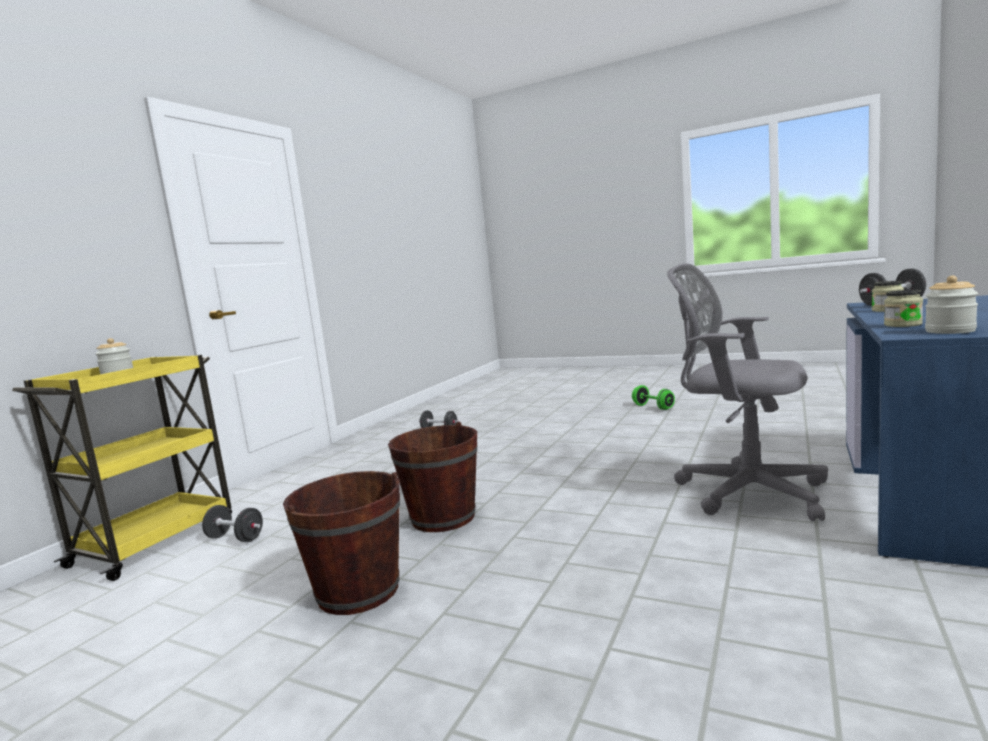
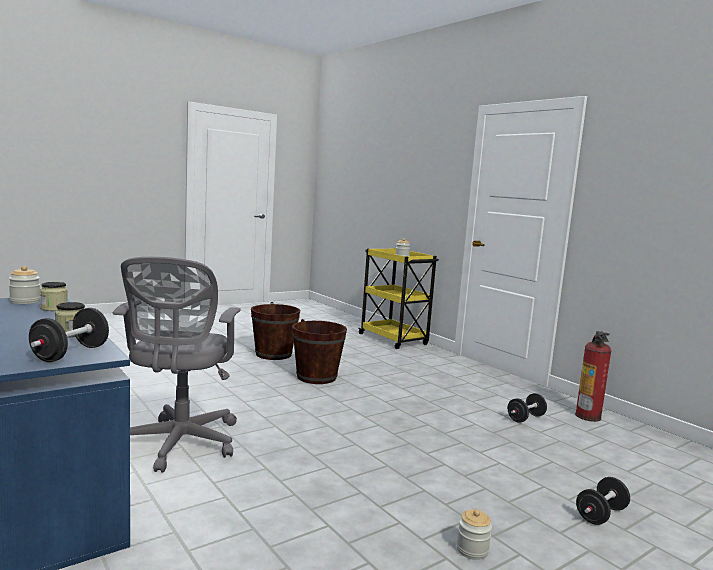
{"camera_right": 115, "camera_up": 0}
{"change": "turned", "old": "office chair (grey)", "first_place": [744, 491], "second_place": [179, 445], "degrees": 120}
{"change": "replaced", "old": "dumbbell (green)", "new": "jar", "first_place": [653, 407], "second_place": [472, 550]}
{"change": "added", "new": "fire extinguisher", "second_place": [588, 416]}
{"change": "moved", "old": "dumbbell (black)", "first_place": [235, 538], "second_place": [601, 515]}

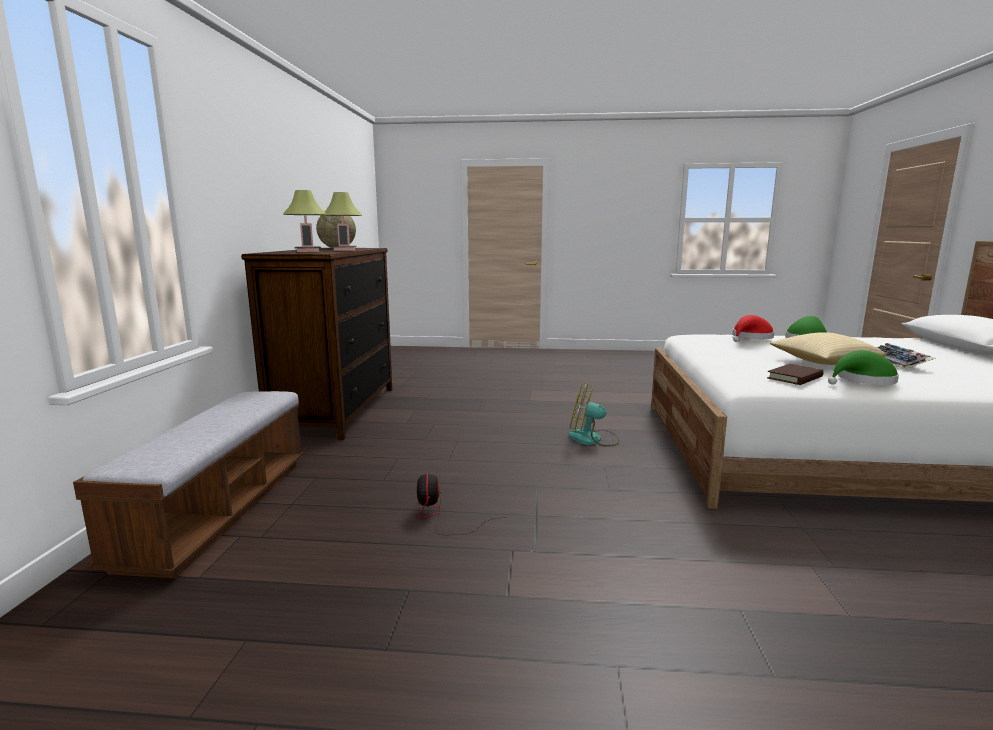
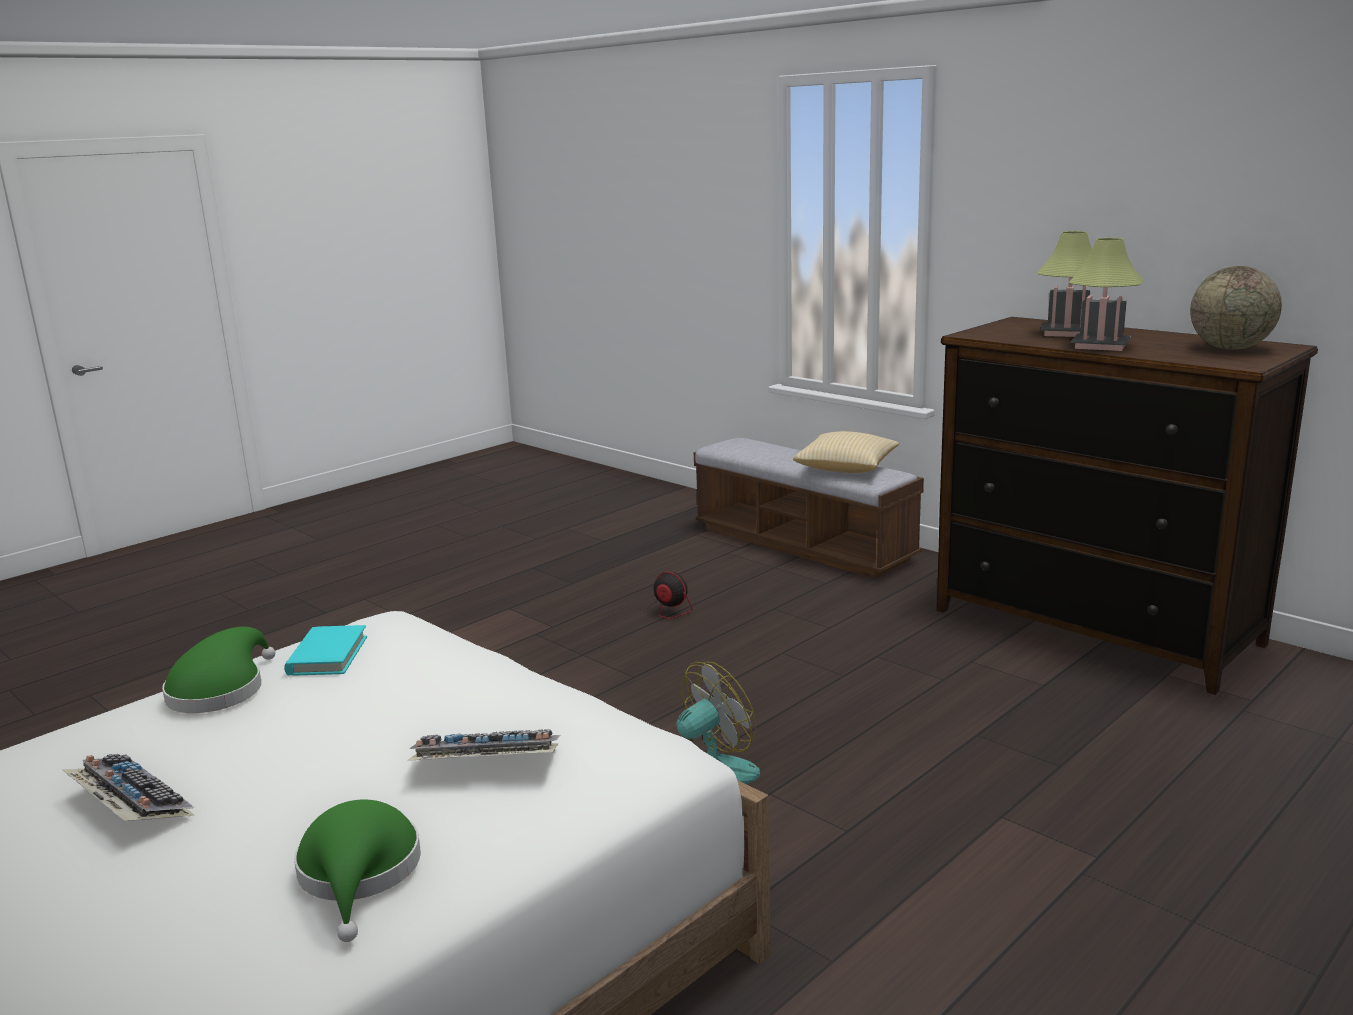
{"camera_right": 130, "camera_up": 5}
{"change": "recoloured", "old": "book (brown)", "new": "book (turquoise)", "first_place": [795, 377], "second_place": [327, 655]}
{"change": "replaced", "old": "hat (red)", "new": "keyboard", "first_place": [751, 338], "second_place": [484, 763]}
{"change": "moved", "old": "pillow", "first_place": [823, 363], "second_place": [846, 467]}

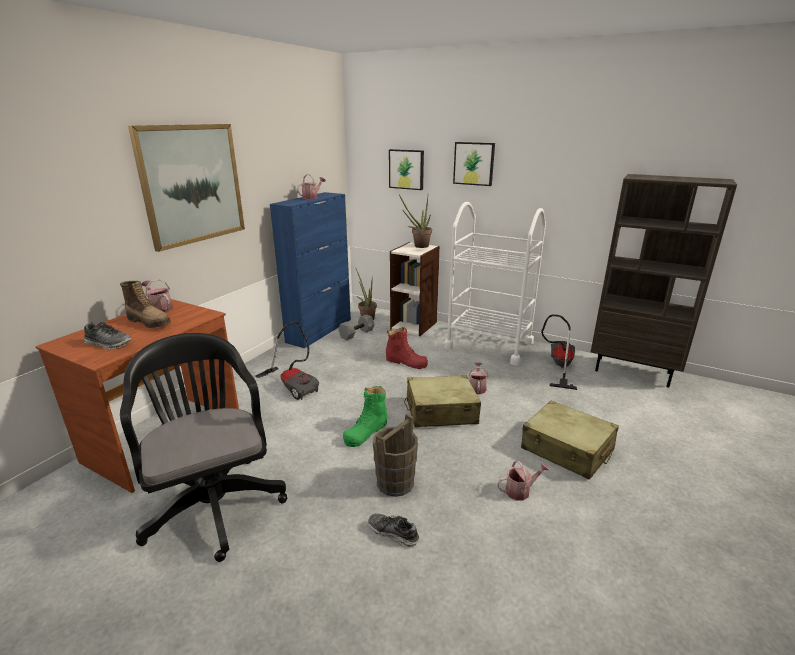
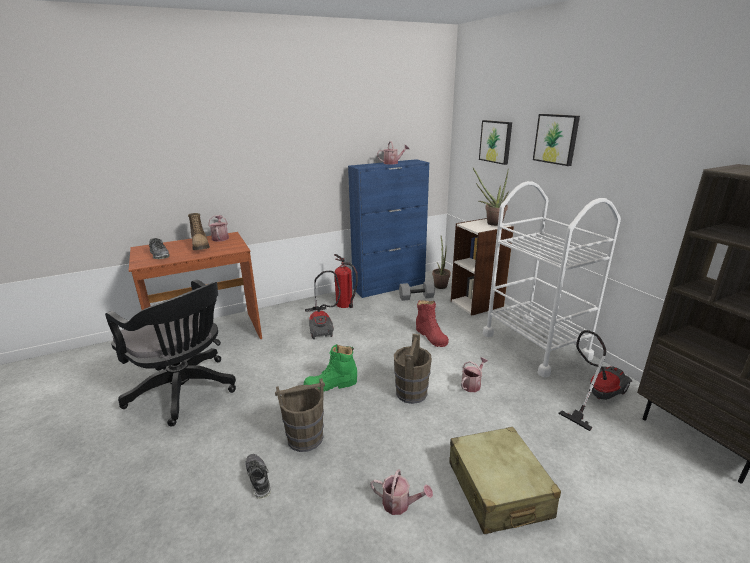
{"camera_right": 35, "camera_up": 0}
{"change": "turned", "old": "office chair (black)", "first_place": [213, 501], "second_place": [186, 392], "degrees": 120}
{"change": "added", "new": "fire extinguisher", "second_place": [346, 304]}
{"change": "replaced", "old": "suitcase (beige)", "new": "bucket (brown)", "first_place": [440, 411], "second_place": [411, 393]}
{"change": "removed", "old": "picture", "first_place": [192, 184]}

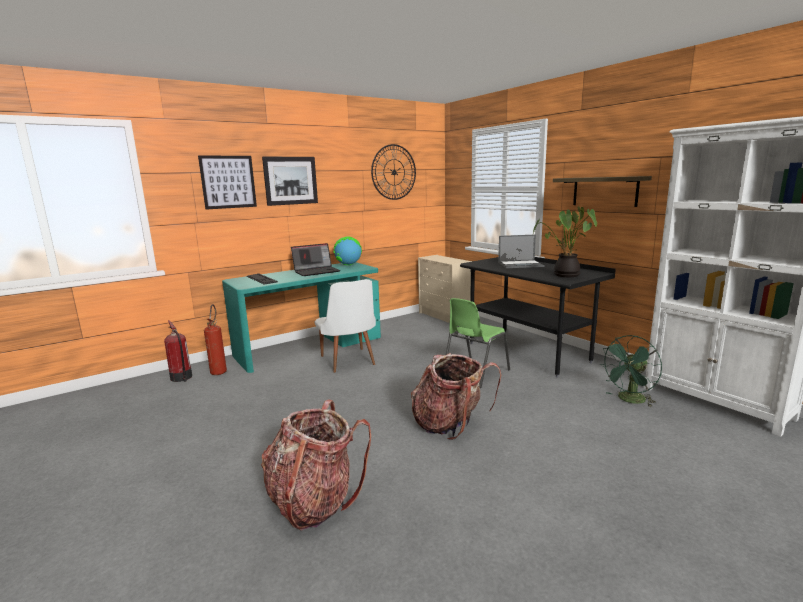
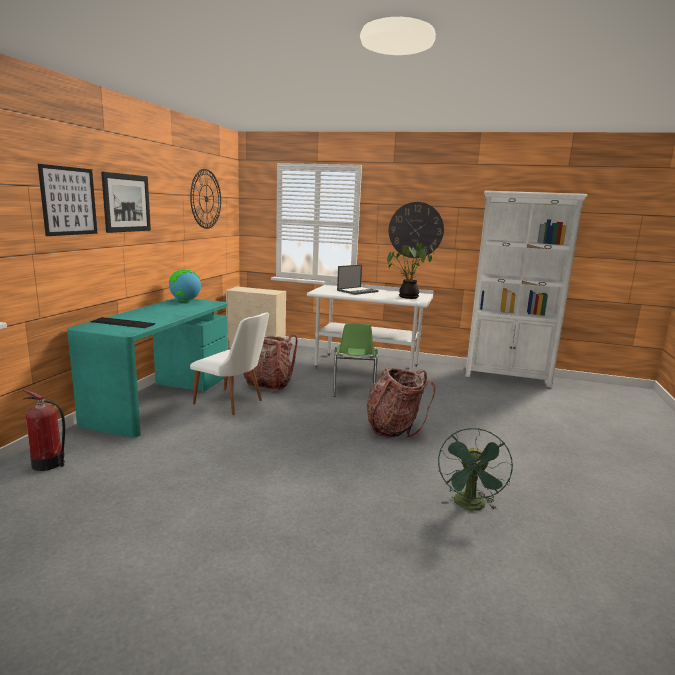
{"camera_right": -40, "camera_up": 0}
{"change": "moved", "old": "backpack", "first_place": [314, 501], "second_place": [268, 384]}
{"change": "recoloured", "old": "desk (black)", "new": "desk (white)", "first_place": [527, 352], "second_place": [367, 366]}
{"change": "replaced", "old": "shelf", "new": "wall clock", "first_place": [604, 191], "second_place": [416, 230]}
{"change": "moved", "old": "fan (green)", "first_place": [629, 400], "second_place": [470, 506]}
{"change": "removed", "old": "fire extinguisher", "first_place": [219, 370]}
{"change": "removed", "old": "laptop", "first_place": [317, 271]}

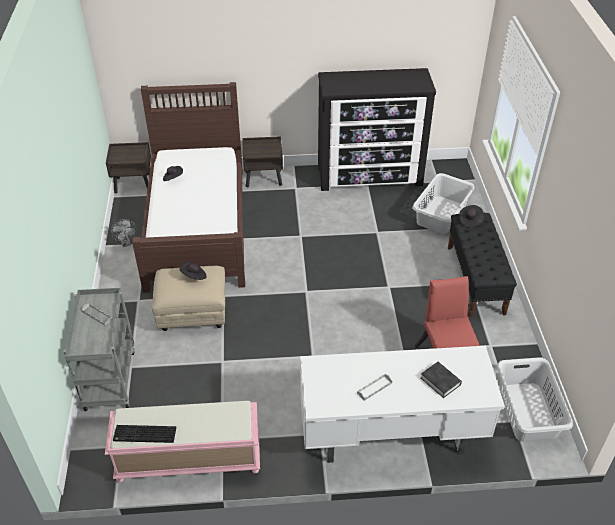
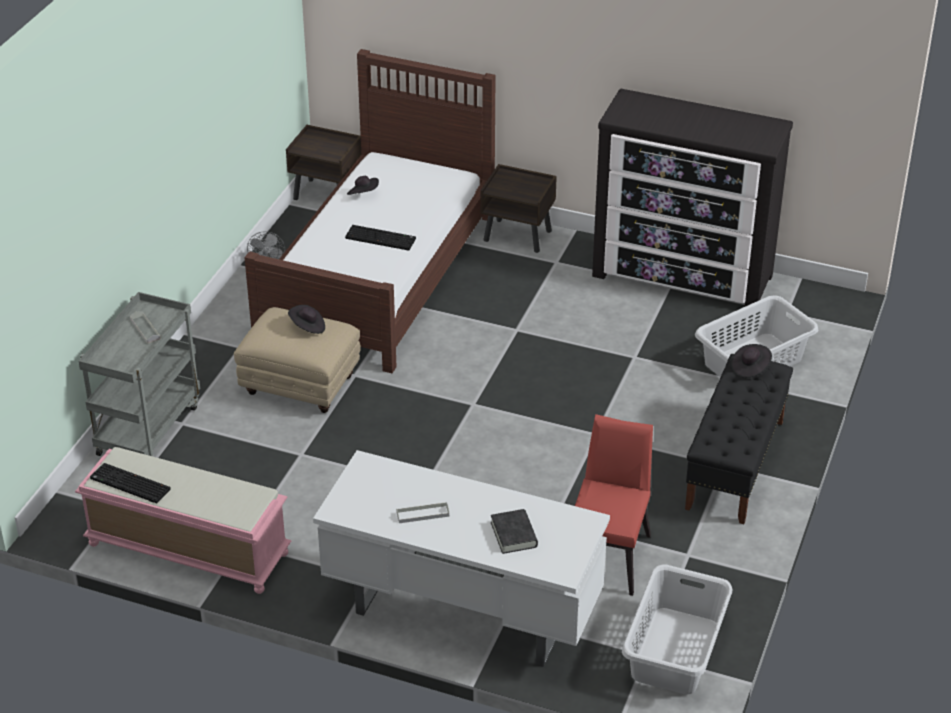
{"camera_right": 25, "camera_up": -5}
{"change": "added", "new": "keyboard", "second_place": [381, 238]}

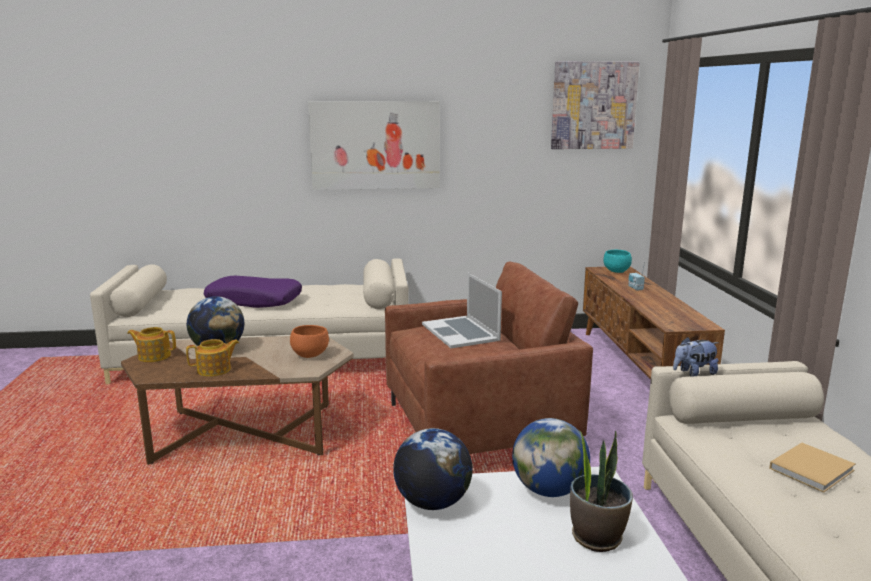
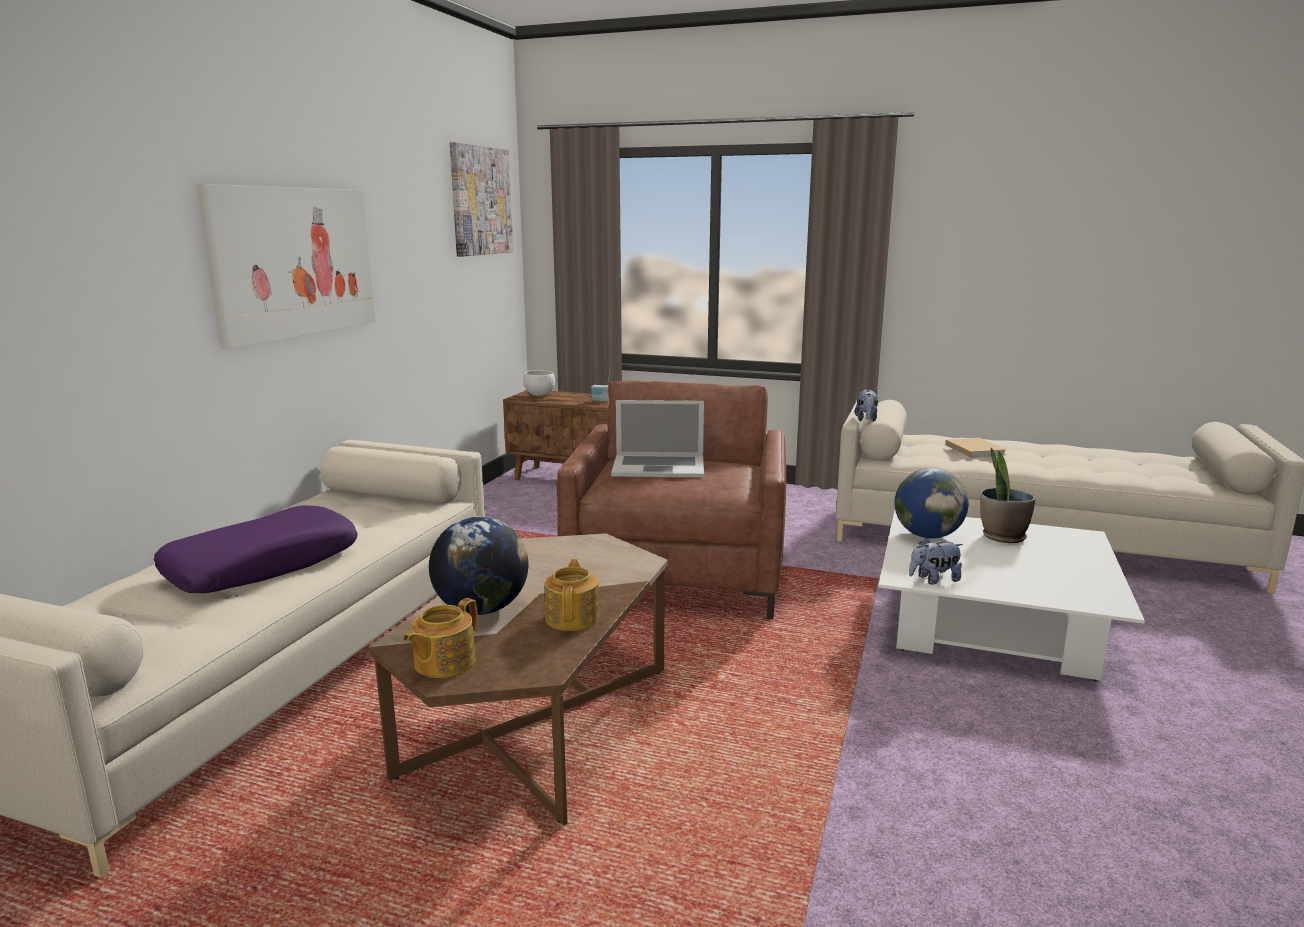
{"camera_right": -65, "camera_up": 0}
{"change": "recoloured", "old": "bowl (turquoise)", "new": "bowl (white)", "first_place": [617, 271], "second_place": [540, 395]}
{"change": "replaced", "old": "globe", "new": "plush toy", "first_place": [432, 503], "second_place": [933, 579]}
{"change": "removed", "old": "bowl (orange)", "first_place": [310, 355]}

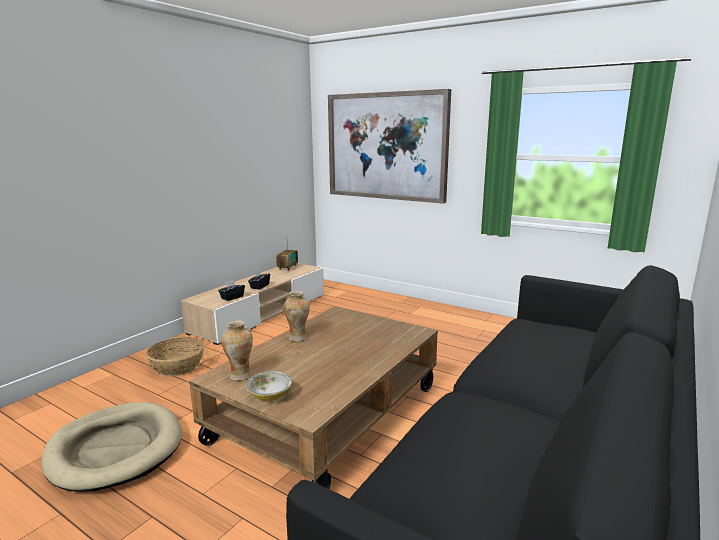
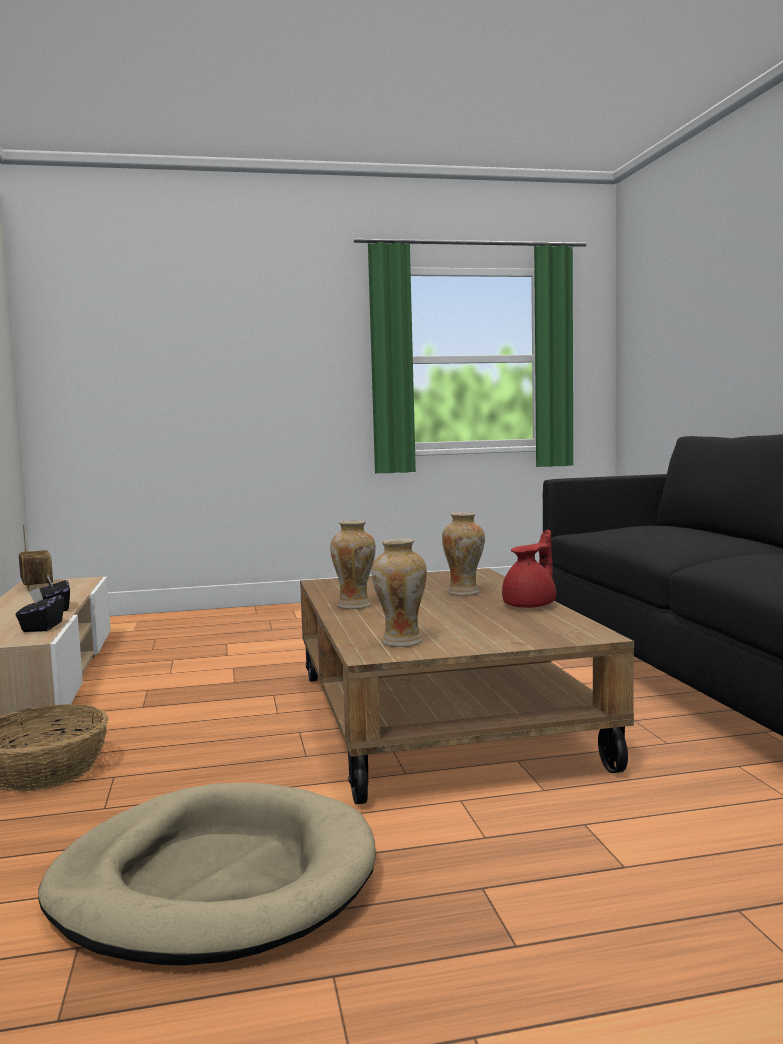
{"camera_right": -45, "camera_up": -10}
{"change": "added", "new": "vase", "second_place": [464, 593]}
{"change": "added", "new": "teapot (red)", "second_place": [531, 605]}
{"change": "removed", "old": "bowl", "first_place": [270, 396]}
{"change": "removed", "old": "picture", "first_place": [386, 146]}

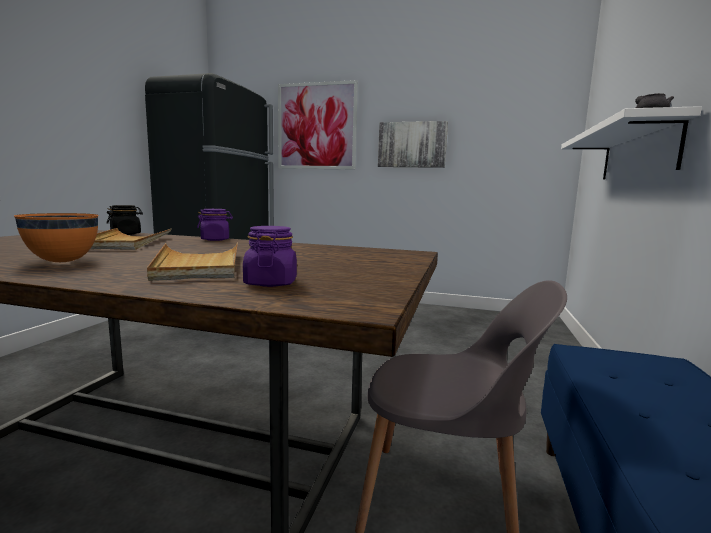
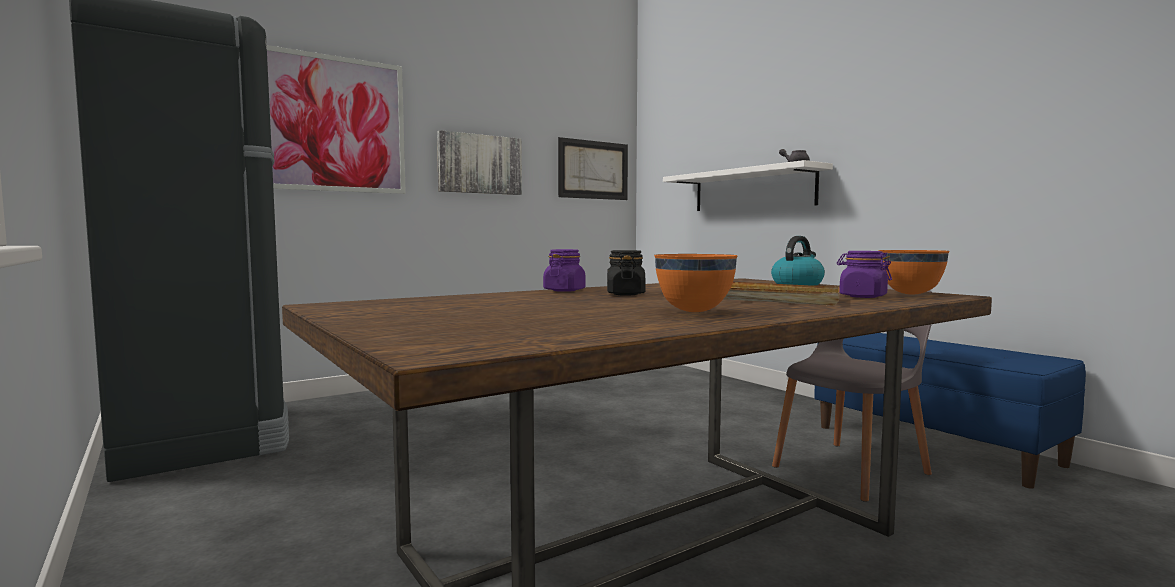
{"camera_right": -50, "camera_up": -5}
{"change": "added", "new": "picture", "second_place": [593, 170]}
{"change": "moved", "old": "jar (black)", "first_place": [126, 234], "second_place": [625, 294]}
{"change": "added", "new": "kettle", "second_place": [797, 284]}
{"change": "added", "new": "bowl (orange)", "second_place": [910, 294]}
{"change": "removed", "old": "tray (beige)", "first_place": [126, 243]}

